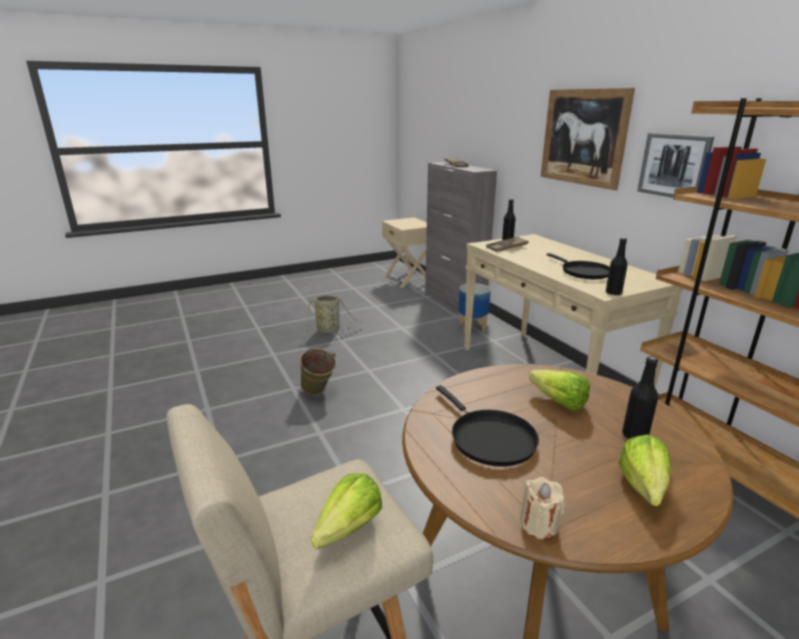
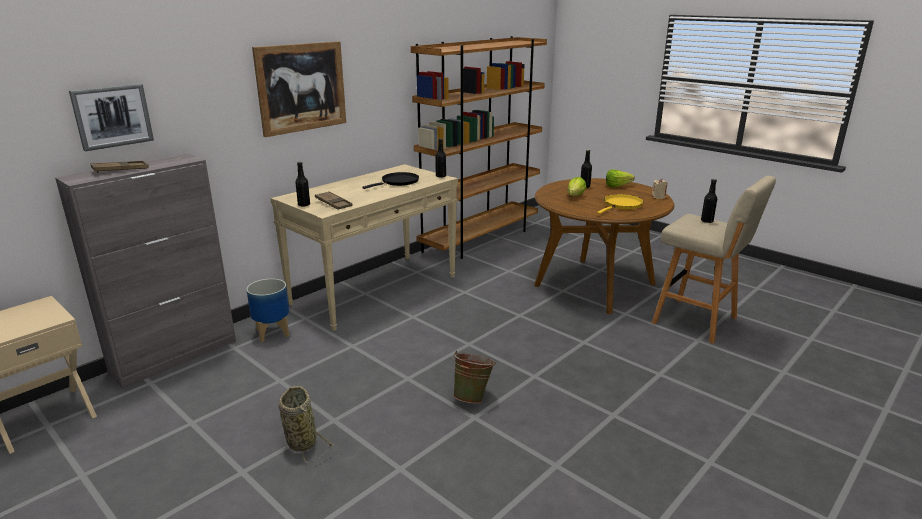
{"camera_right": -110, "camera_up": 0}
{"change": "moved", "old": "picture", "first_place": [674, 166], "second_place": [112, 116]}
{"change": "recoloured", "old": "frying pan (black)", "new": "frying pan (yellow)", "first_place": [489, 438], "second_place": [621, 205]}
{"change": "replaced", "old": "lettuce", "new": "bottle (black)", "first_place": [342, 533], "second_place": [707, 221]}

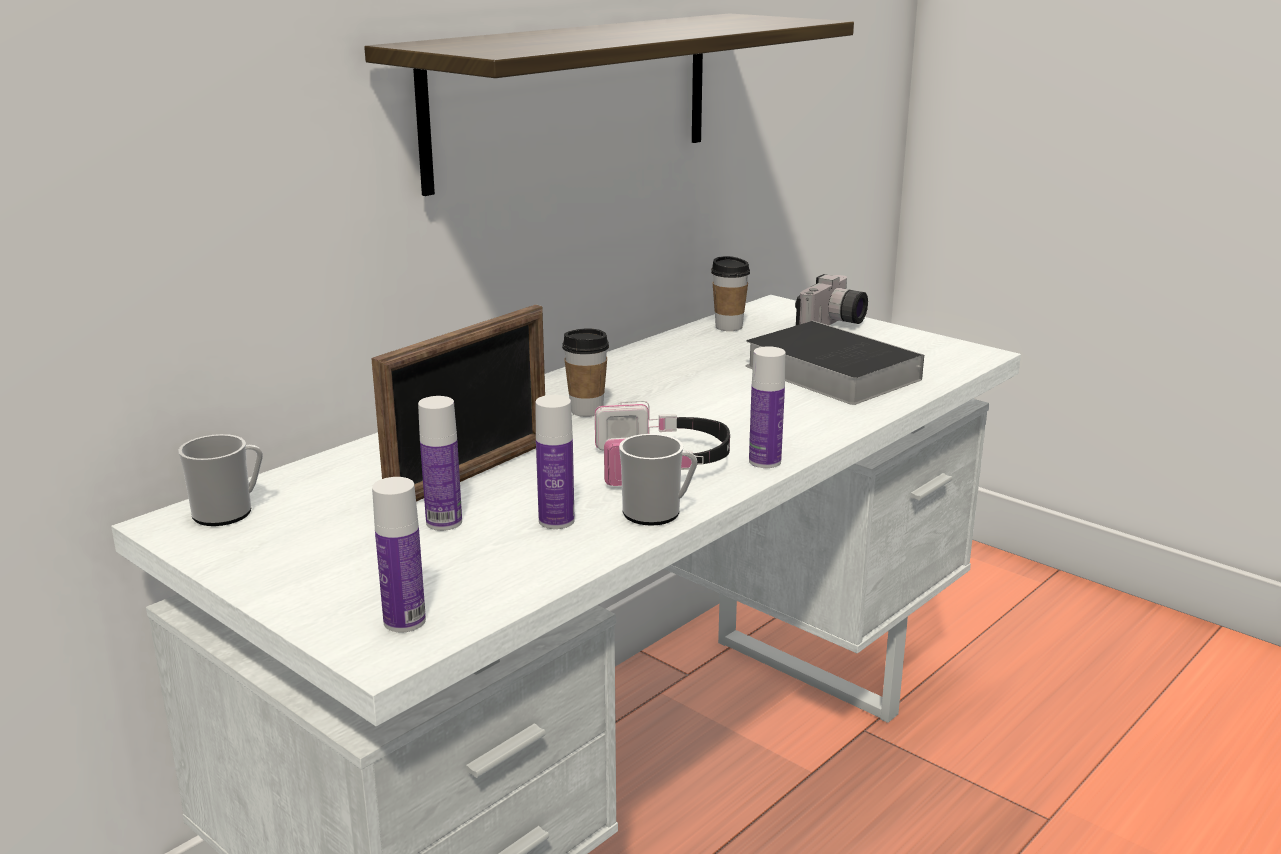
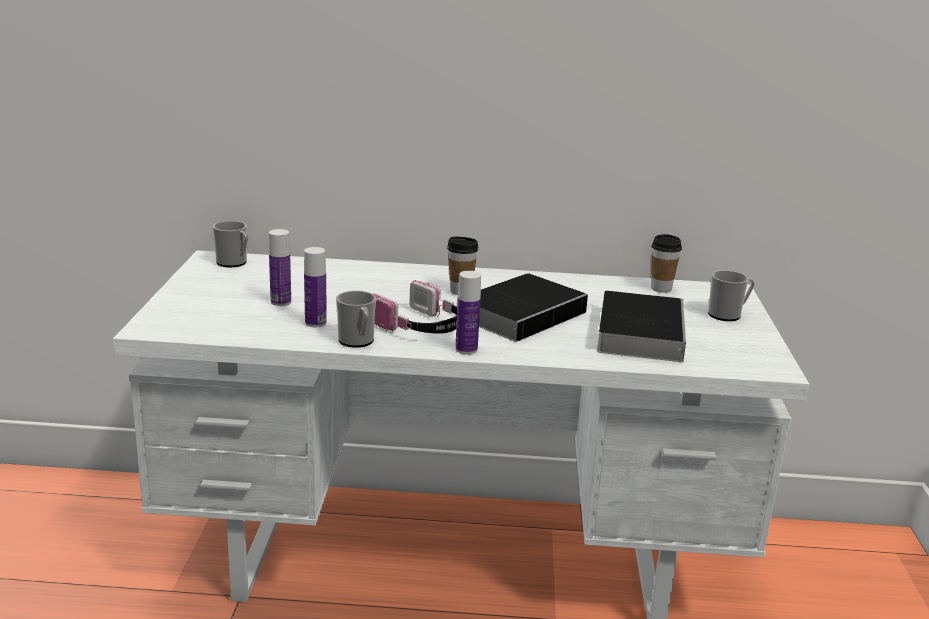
{"camera_right": 50, "camera_up": 0}
{"change": "added", "new": "book", "second_place": [523, 313]}
{"change": "replaced", "old": "photo camera", "new": "mug", "first_place": [833, 326], "second_place": [728, 315]}
{"change": "removed", "old": "shelf", "first_place": [573, 97]}
{"change": "removed", "old": "picture frame", "first_place": [471, 475]}
{"change": "removed", "old": "bottle", "first_place": [404, 621]}

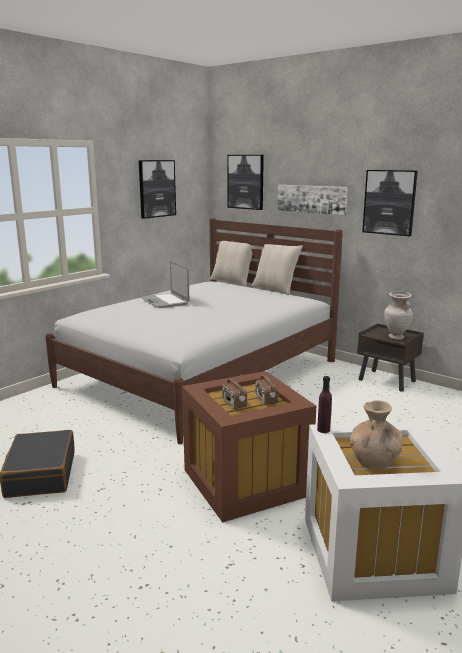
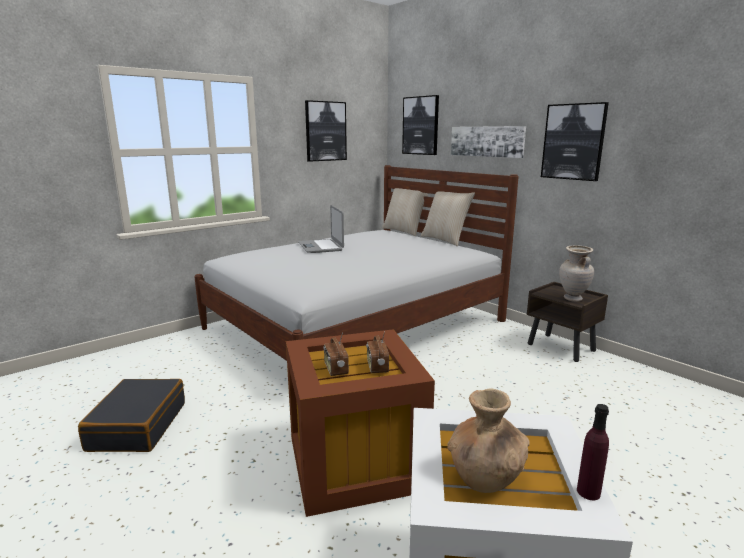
{"camera_right": 10, "camera_up": 0}
{"change": "moved", "old": "bottle (purple)", "first_place": [323, 430], "second_place": [588, 492]}

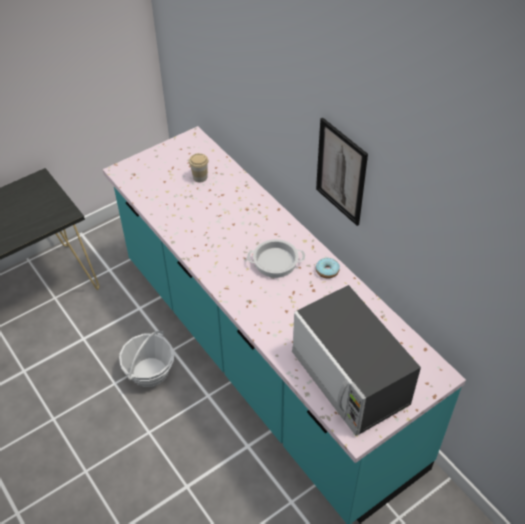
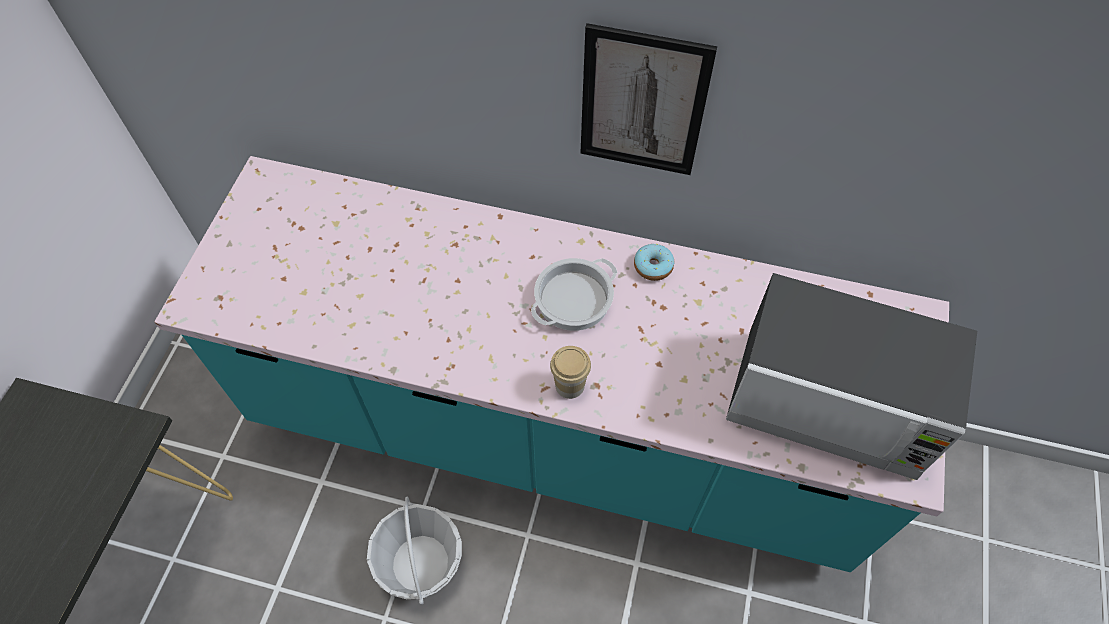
{"camera_right": -40, "camera_up": 10}
{"change": "moved", "old": "cup", "first_place": [200, 177], "second_place": [569, 385]}

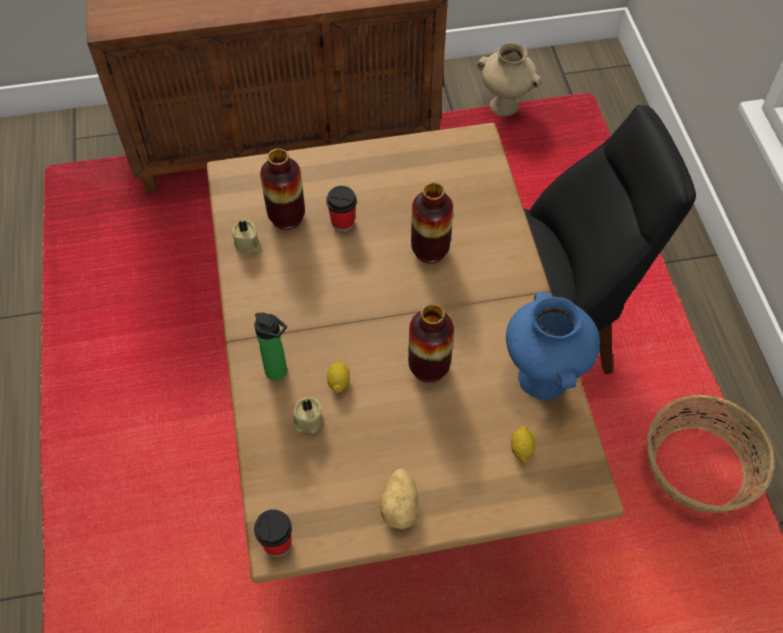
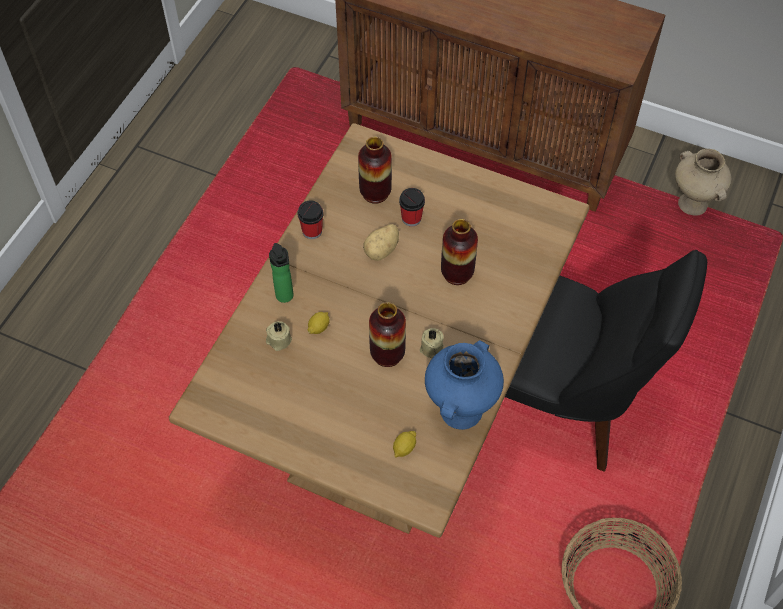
{"camera_right": 35, "camera_up": 0}
{"change": "moved", "old": "cup", "first_place": [277, 543], "second_place": [312, 231]}
{"change": "moved", "old": "potato", "first_place": [401, 507], "second_place": [382, 250]}
{"change": "moved", "old": "candle (beige)", "first_place": [248, 245], "second_place": [432, 349]}

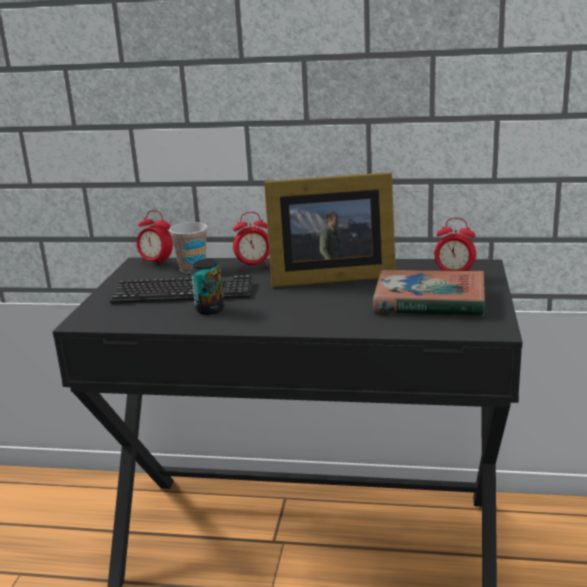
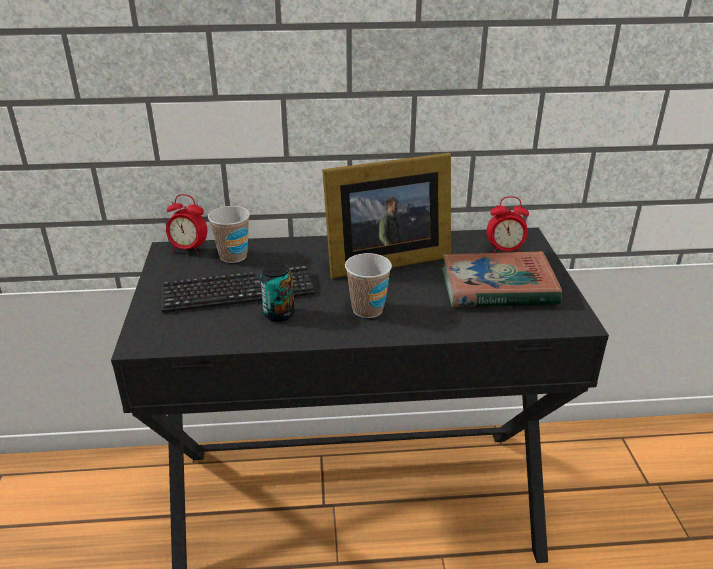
{"camera_right": -15, "camera_up": 10}
{"change": "added", "new": "cup", "second_place": [367, 309]}
{"change": "removed", "old": "alarm clock", "first_place": [253, 266]}

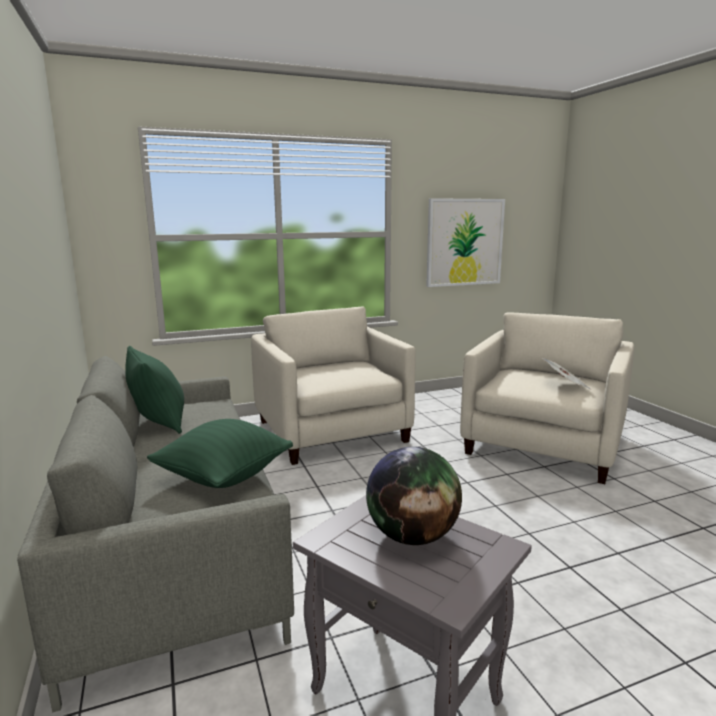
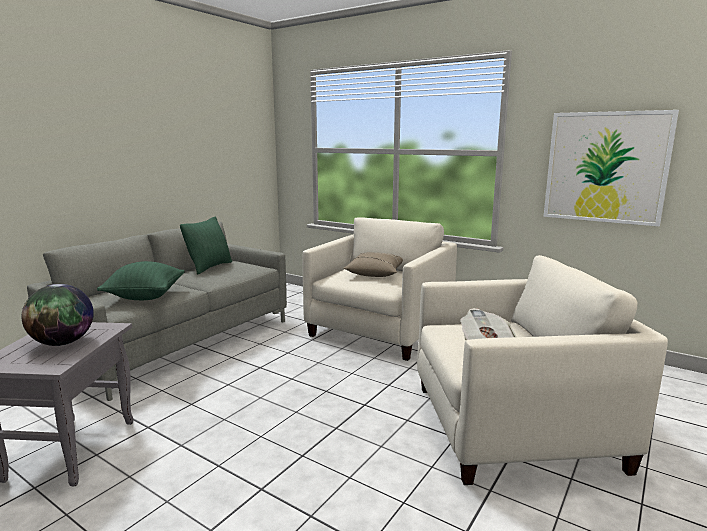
{"camera_right": 55, "camera_up": 0}
{"change": "added", "new": "pillow (beige)", "second_place": [375, 273]}

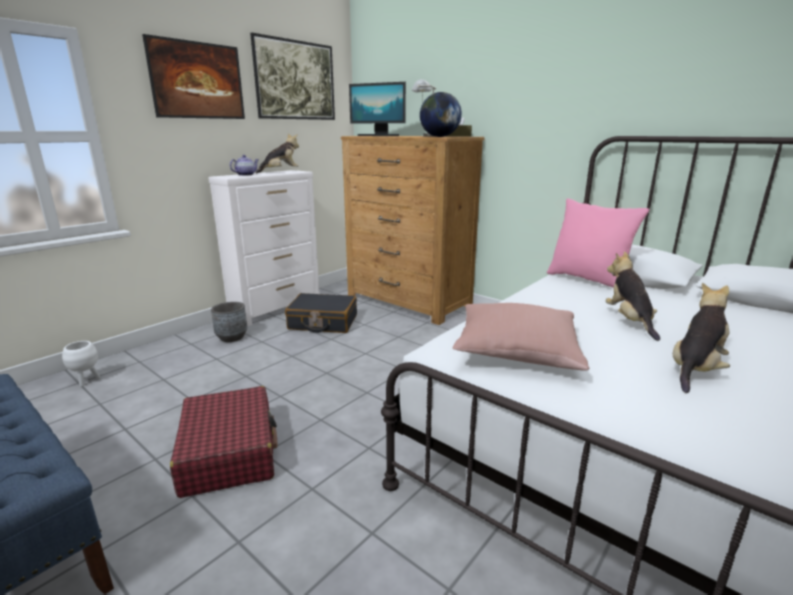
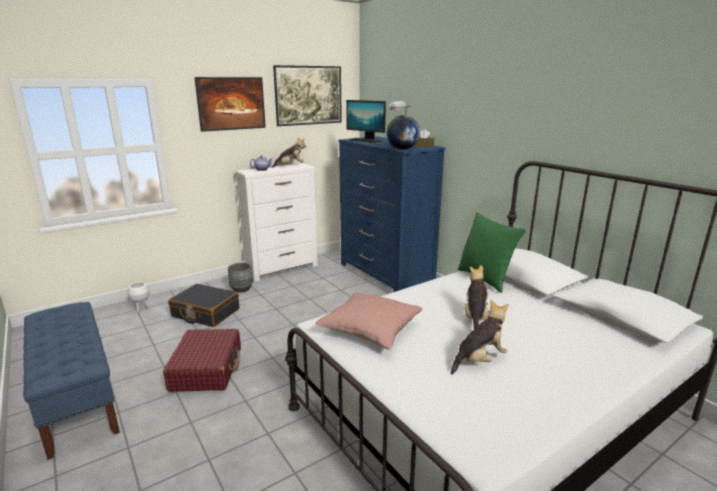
{"camera_right": 15, "camera_up": 0}
{"change": "moved", "old": "suitcase (black)", "first_place": [323, 322], "second_place": [205, 313]}
{"change": "recoloured", "old": "dresser (brown)", "new": "dresser (blue)", "first_place": [408, 302], "second_place": [385, 274]}
{"change": "recoloured", "old": "pillow (pink)", "new": "pillow (green)", "first_place": [588, 280], "second_place": [485, 279]}

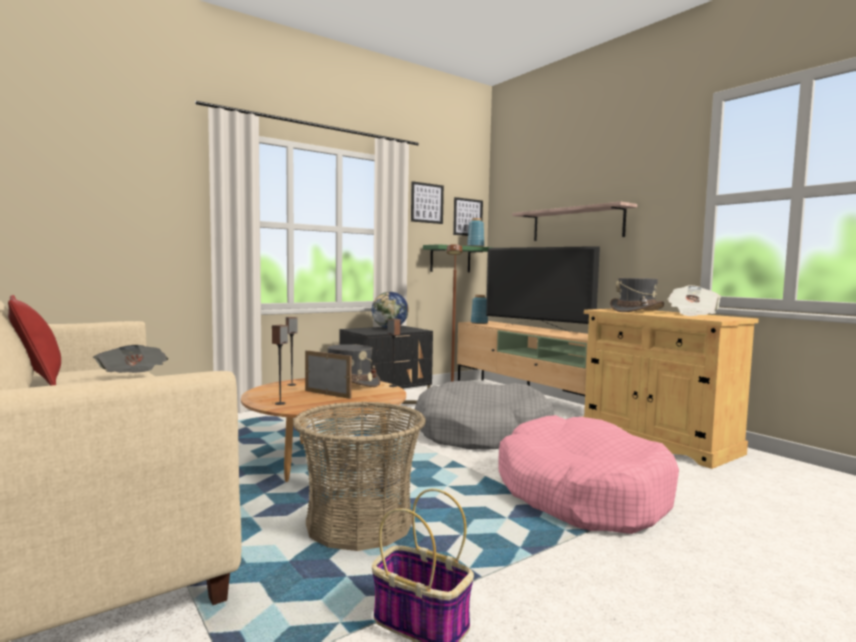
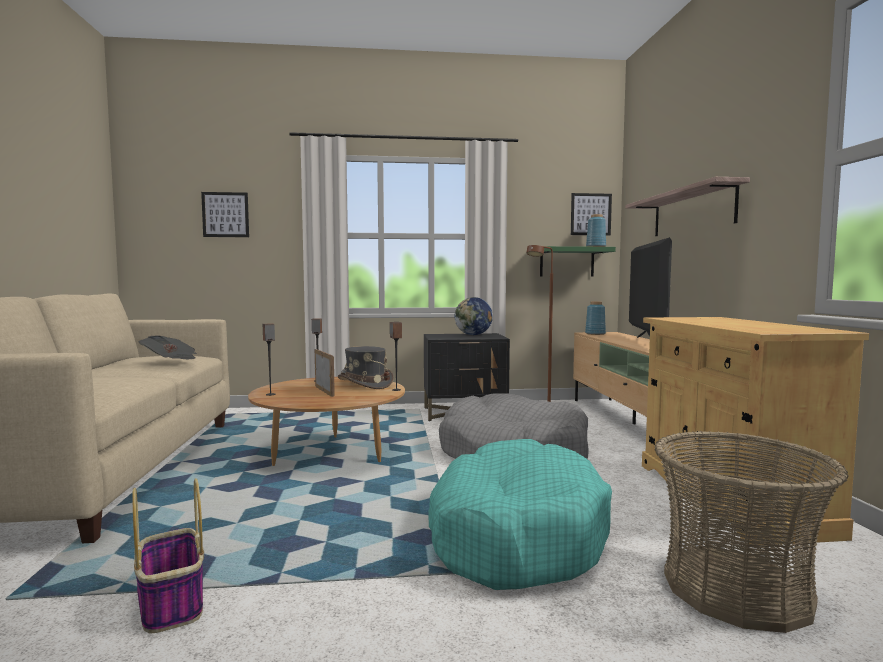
{"camera_right": 30, "camera_up": 0}
{"change": "moved", "old": "picture", "first_place": [427, 203], "second_place": [225, 214]}
{"change": "recoloured", "old": "dog bed (pink)", "new": "dog bed (turquoise)", "first_place": [581, 493], "second_place": [515, 534]}
{"change": "turned", "old": "television", "first_place": [537, 329], "second_place": [645, 342], "degrees": -150}
{"change": "moved", "old": "basket", "first_place": [359, 524], "second_place": [737, 589]}
{"change": "removed", "old": "pillow (red)", "first_place": [37, 382]}
{"change": "removed", "old": "hat (grey)", "first_place": [636, 311]}
{"change": "removed", "old": "newspaper", "first_place": [692, 314]}

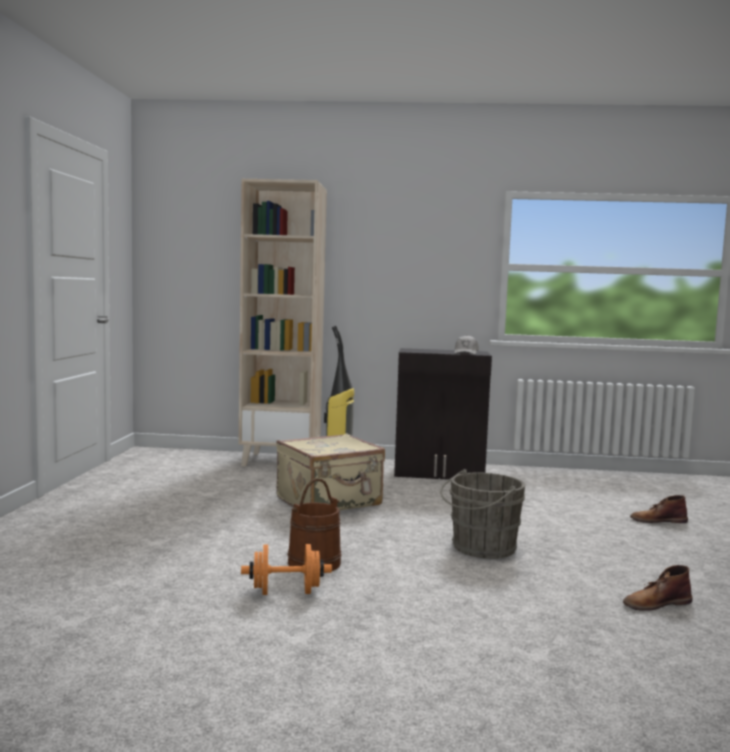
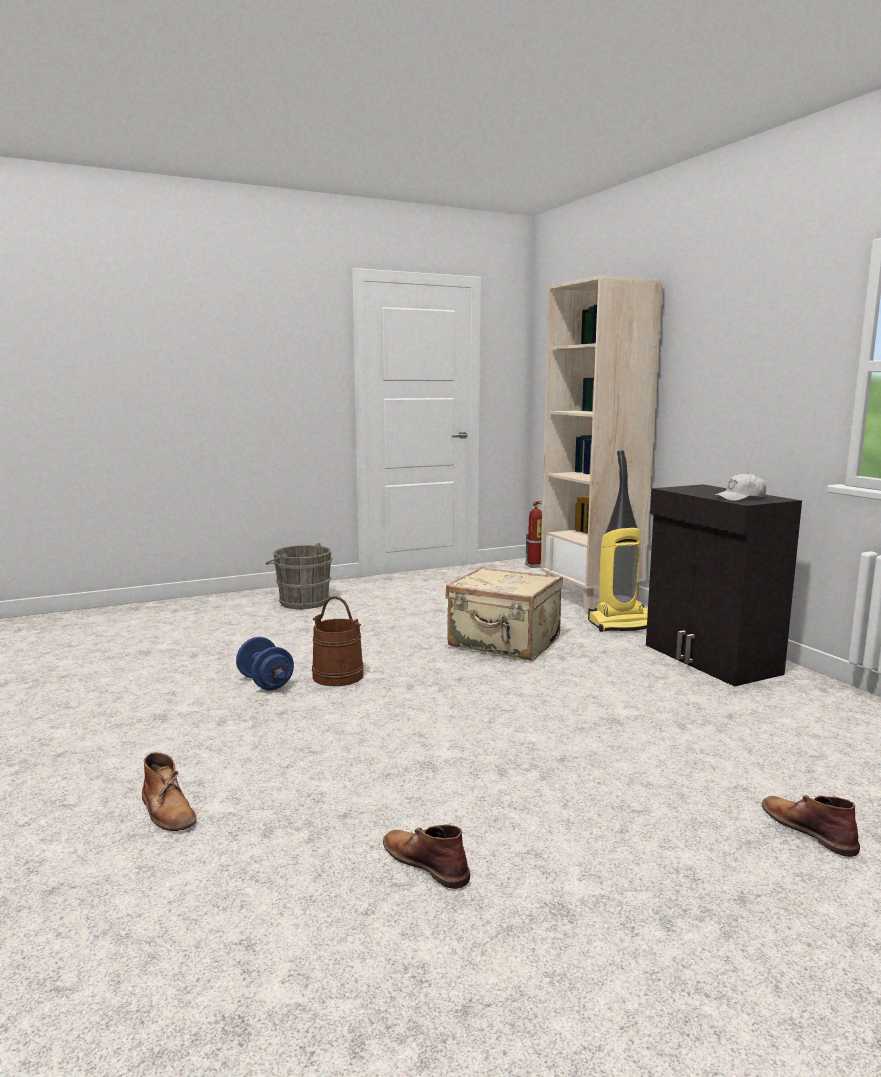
{"camera_right": 60, "camera_up": 5}
{"change": "added", "new": "boot (brown)", "second_place": [168, 810]}
{"change": "recoloured", "old": "dumbbell (orange)", "new": "dumbbell (blue)", "first_place": [286, 592], "second_place": [265, 683]}
{"change": "moved", "old": "bucket (grey)", "first_place": [480, 548], "second_place": [301, 601]}
{"change": "added", "new": "fire extinguisher", "second_place": [534, 566]}

